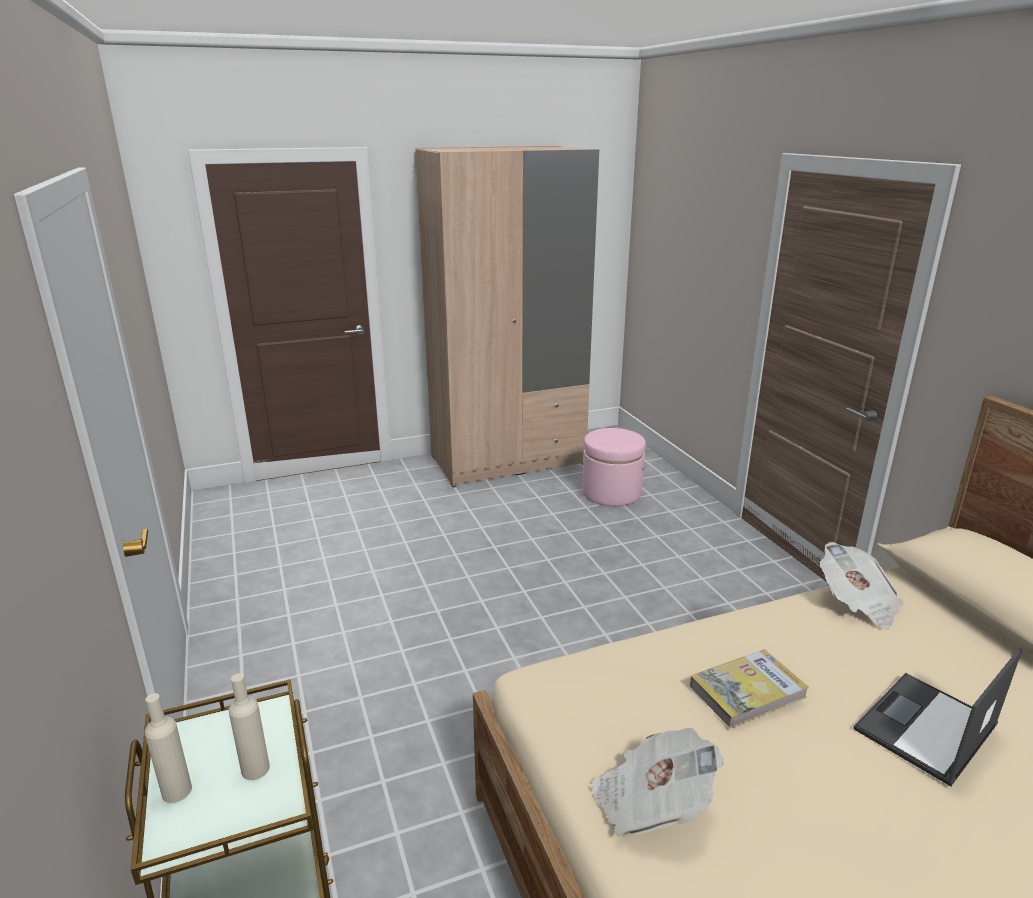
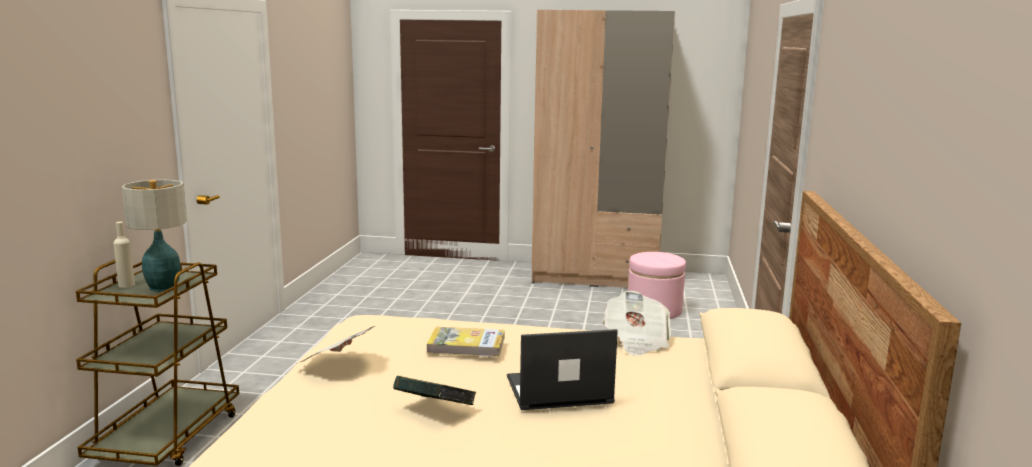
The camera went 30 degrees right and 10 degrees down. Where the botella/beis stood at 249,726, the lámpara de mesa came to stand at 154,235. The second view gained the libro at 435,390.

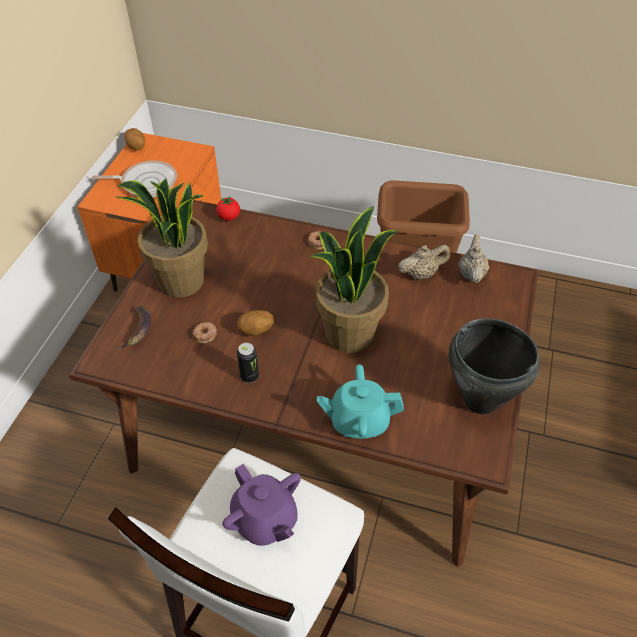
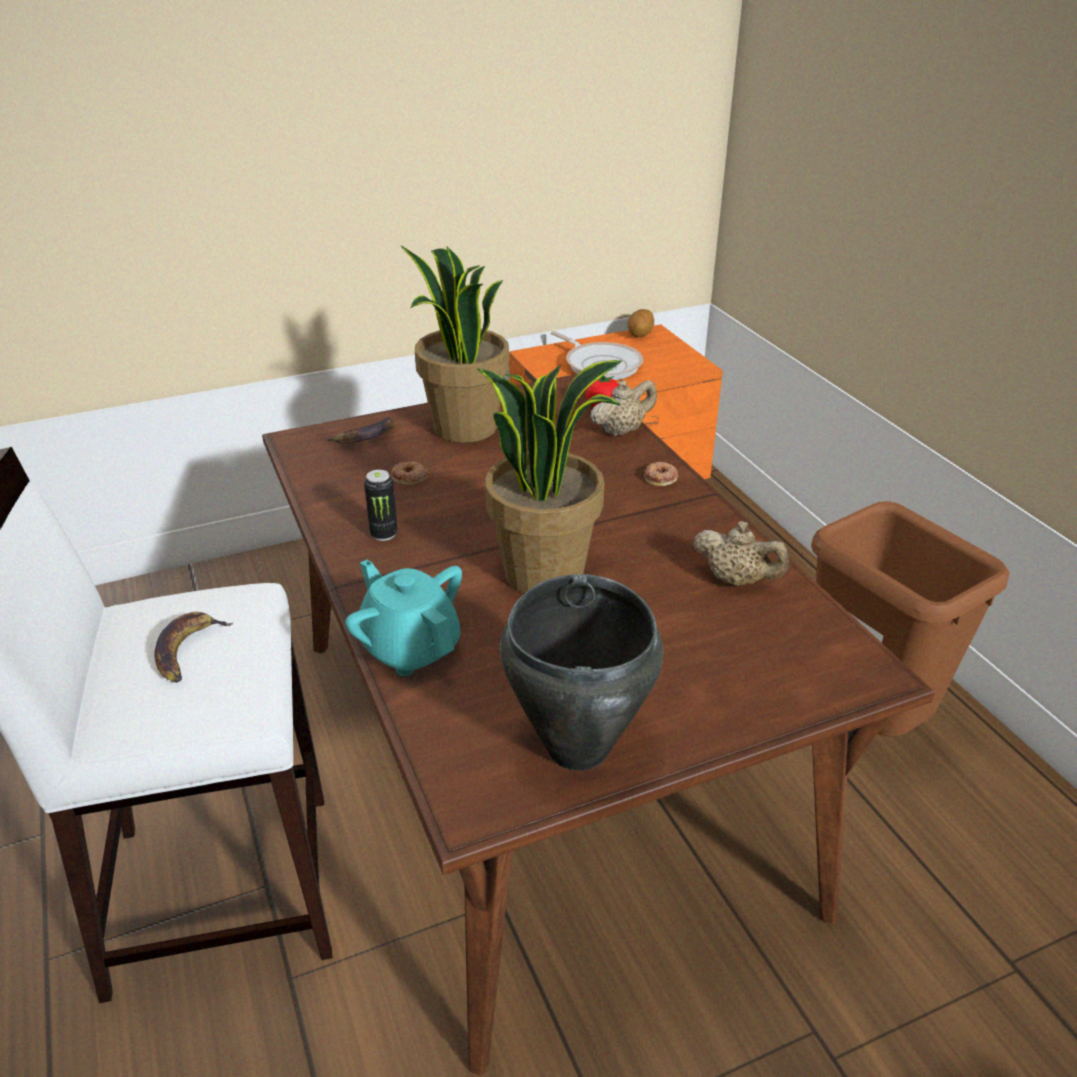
The camera went 50 degrees right and 15 degrees down. Where the tetera/morado stood at 261,505, the plátano came to stand at 194,647. The tetera/beis ended up elsewhere, having gone from 473,259 to 623,408. The second view lost the patata at 255,323.

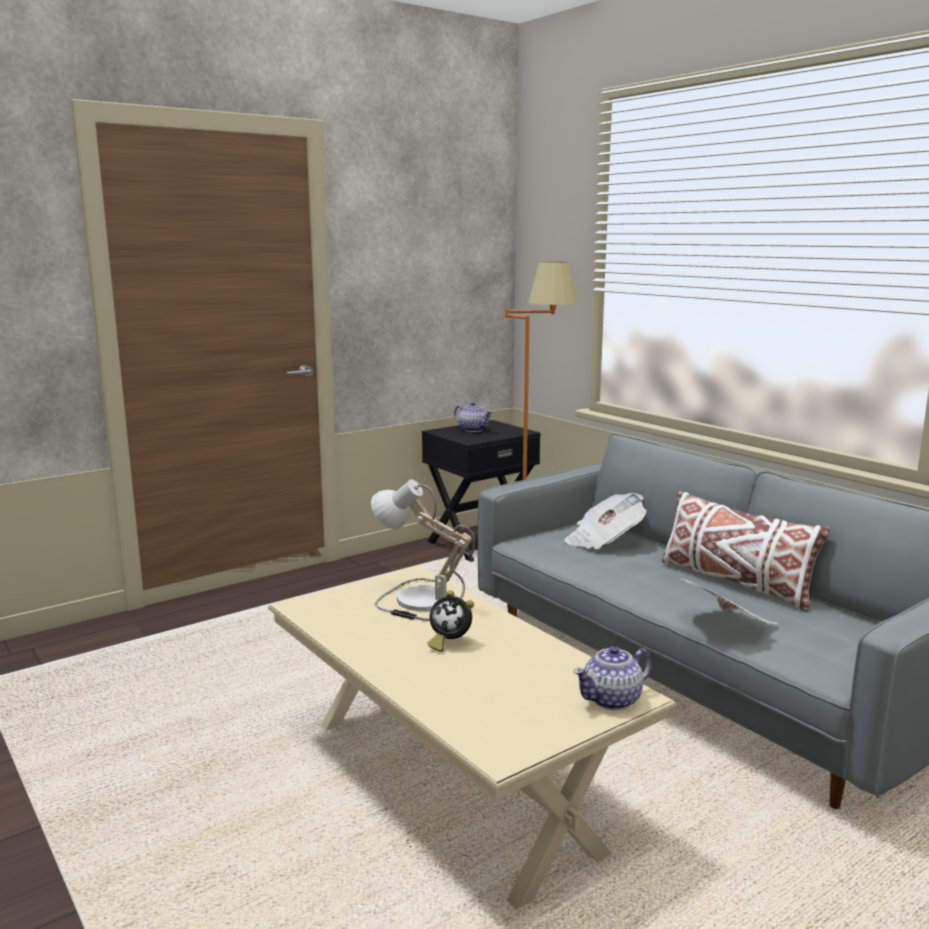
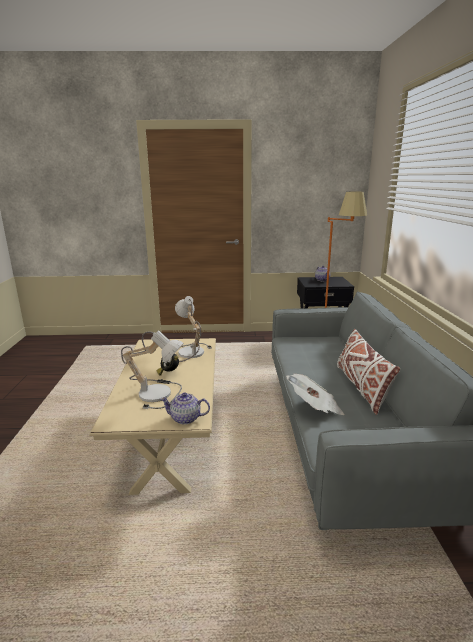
The camera went 35 degrees right and 5 degrees up. The second view gained the lámpara de mesa at 152,369. The second view lost the periódico at 605,521.

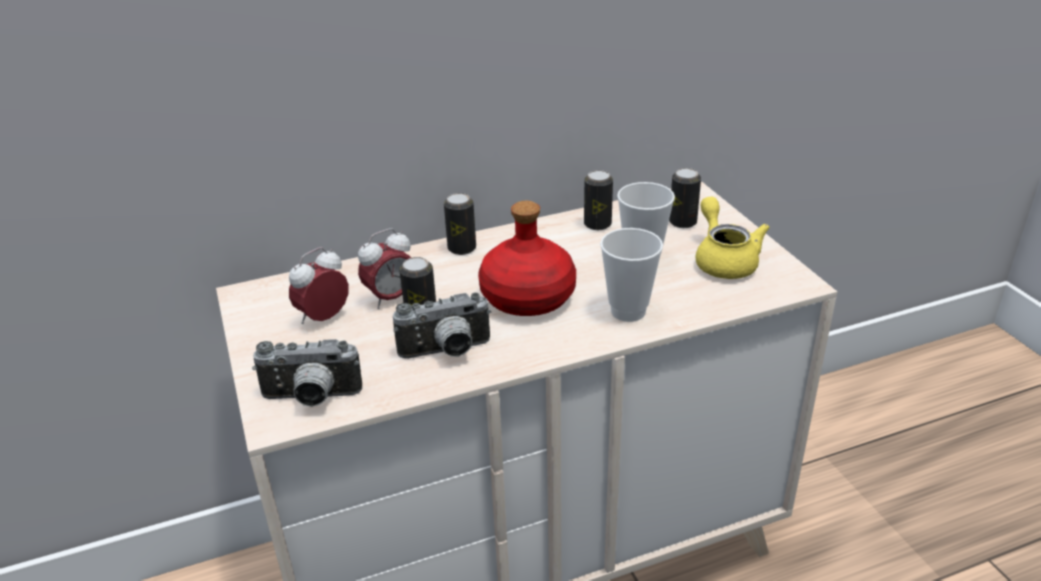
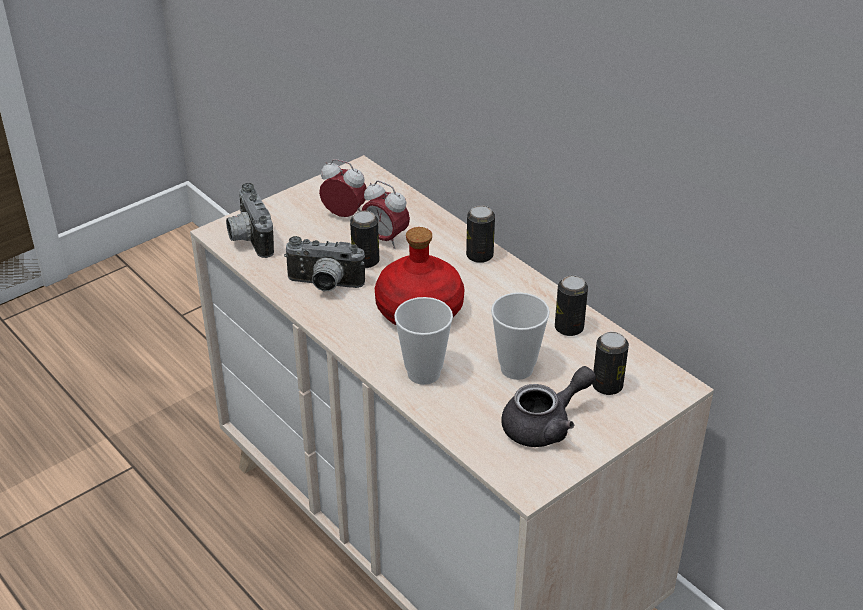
The camera went 70 degrees right and 5 degrees up. The cámara at 442,325 ended up facing another way, 45 degrees counterclockwise from before. What was the tetera/amarillo at 733,238 turned into the tetera/gris at 548,406.

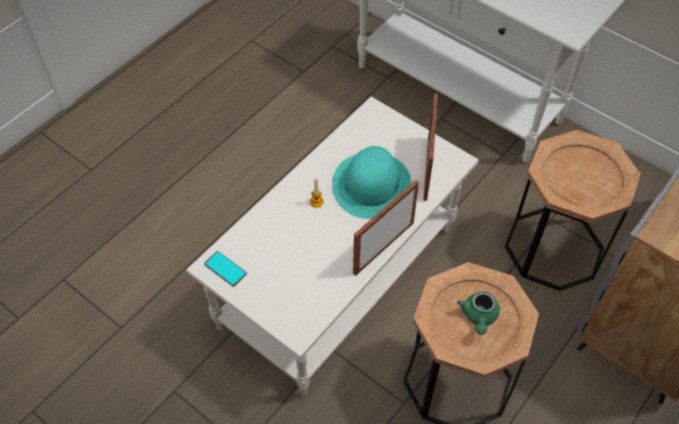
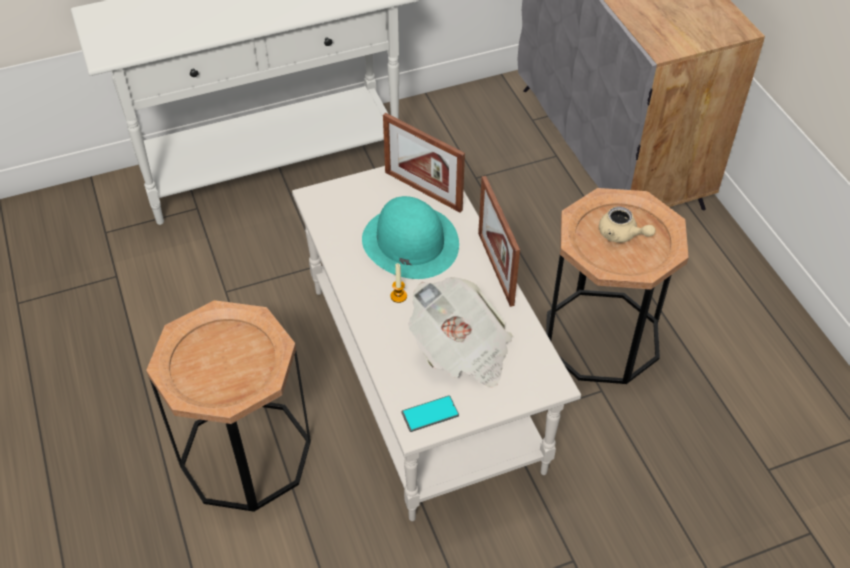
The camera went 60 degrees left and 5 degrees down. The mesa auxiliar/marrón ended up elsewhere, having gone from 573,210 to 228,406. The second view gained the periódico at 460,332. What was the tetera/verde at 478,313 turned into the tetera/beis at 627,224.

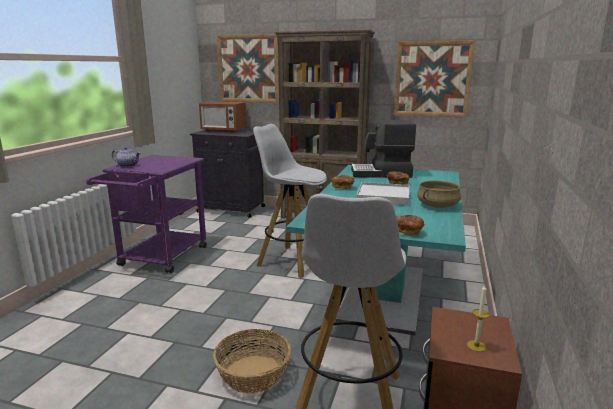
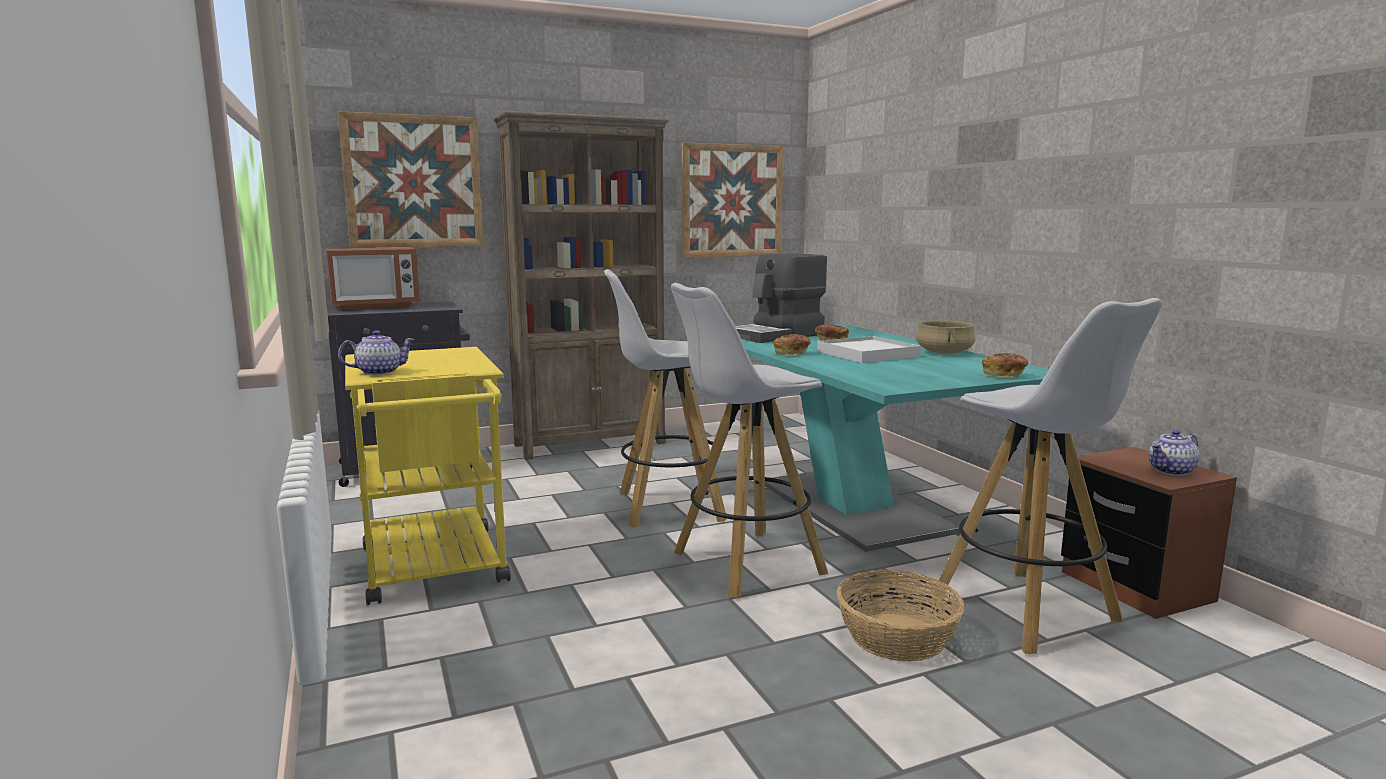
The camera went 40 degrees left and 5 degrees down. What was the carrito/morado at 146,214 turned into the carrito/amarillo at 428,476. The second view gained the taburete/blanco at 749,440. Where the vela stood at 478,318, the tetera came to stand at 1174,453.

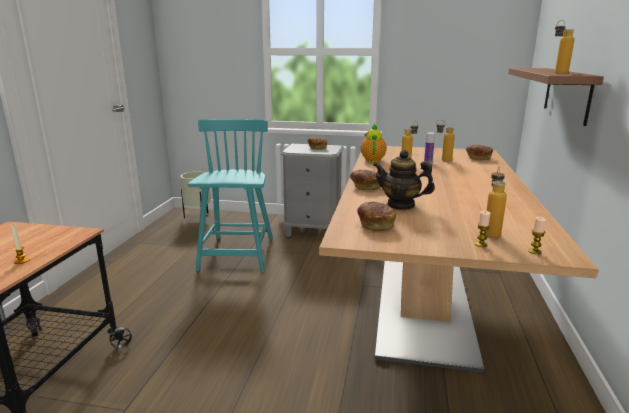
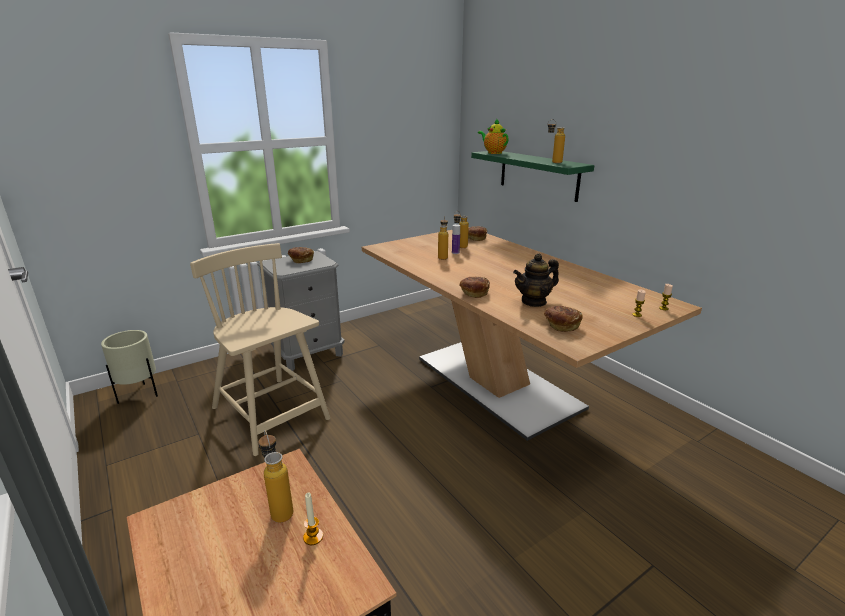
The camera went 45 degrees left and 5 degrees up. What was the silla/turquesa at 230,195 turned into the silla/beis at 260,349. The botella ended up elsewhere, having gone from 496,202 to 275,476. What was the estante/marrón at 556,97 turned into the estante/verde at 532,176. The tetera ended up elsewhere, having gone from 374,143 to 493,136.

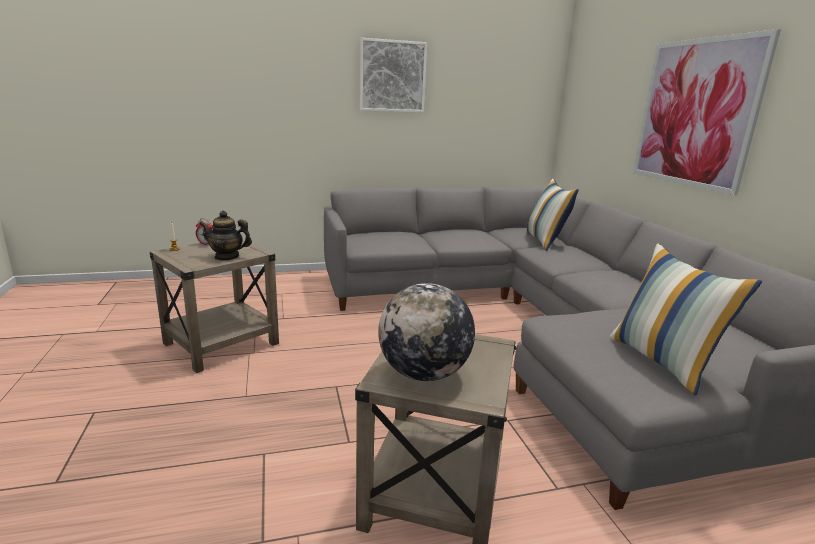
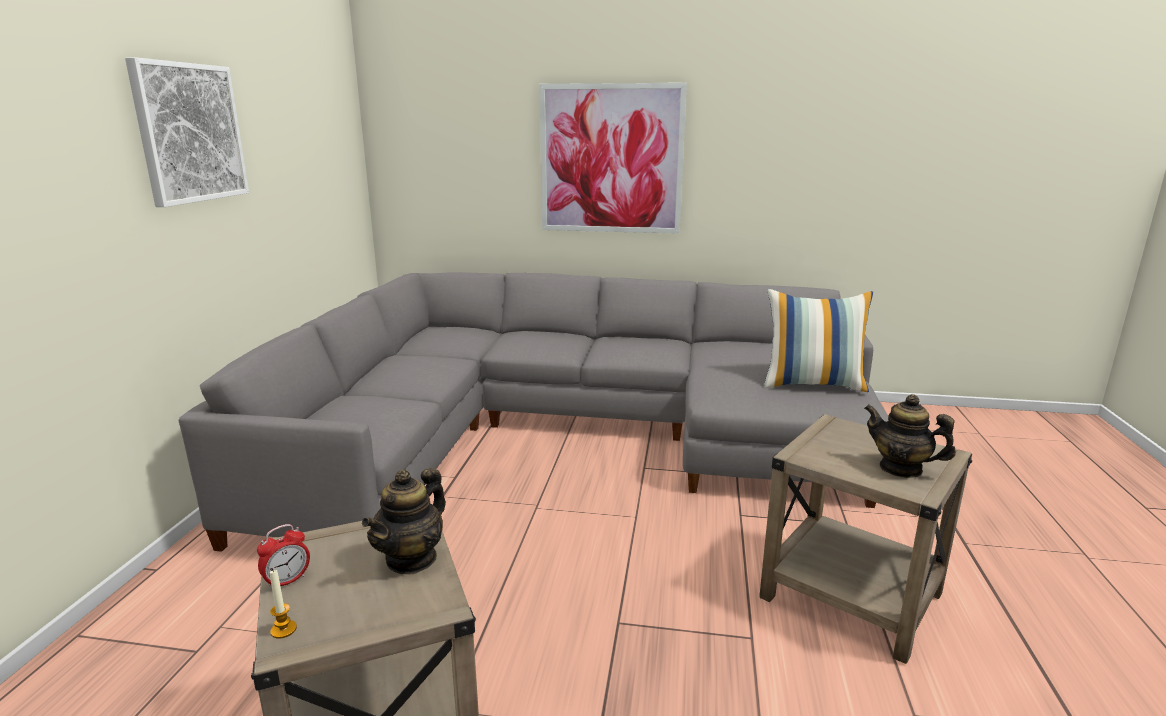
The camera went 65 degrees left and 0 degrees up. Where the globo terráqueo stood at 426,332, the tetera came to stand at 910,436. The second view lost the cojín at 552,215.

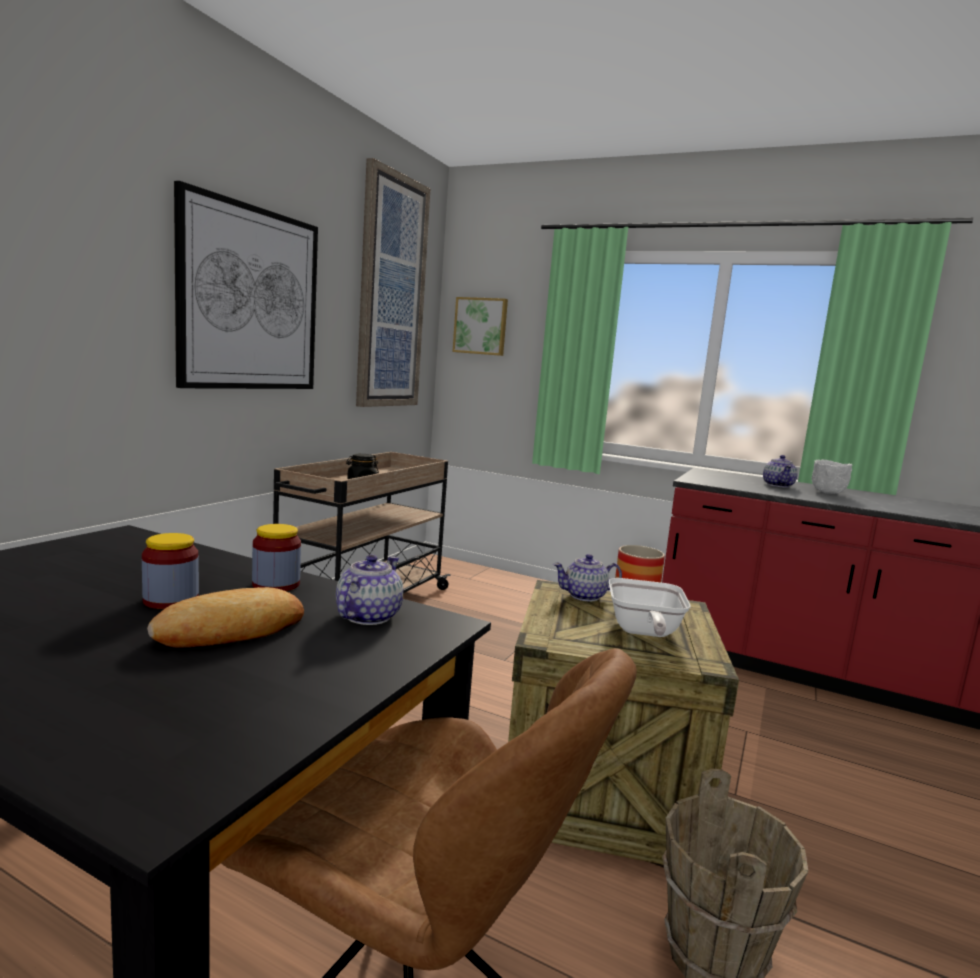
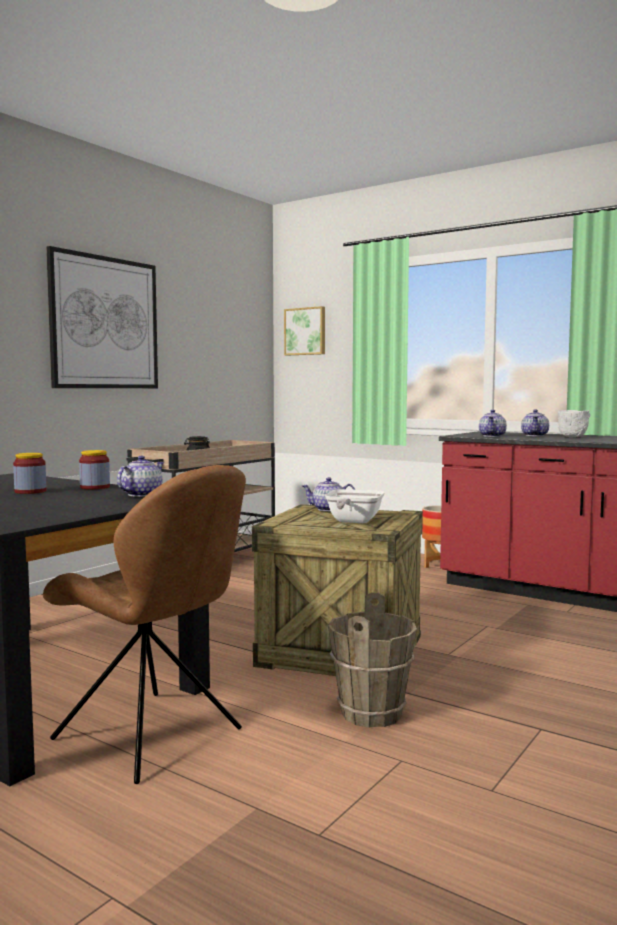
The camera went 10 degrees right and 5 degrees down. The second view gained the tetera at 493,423. The second view lost the pan at 225,617. The second view lost the cuadro at 393,282.

